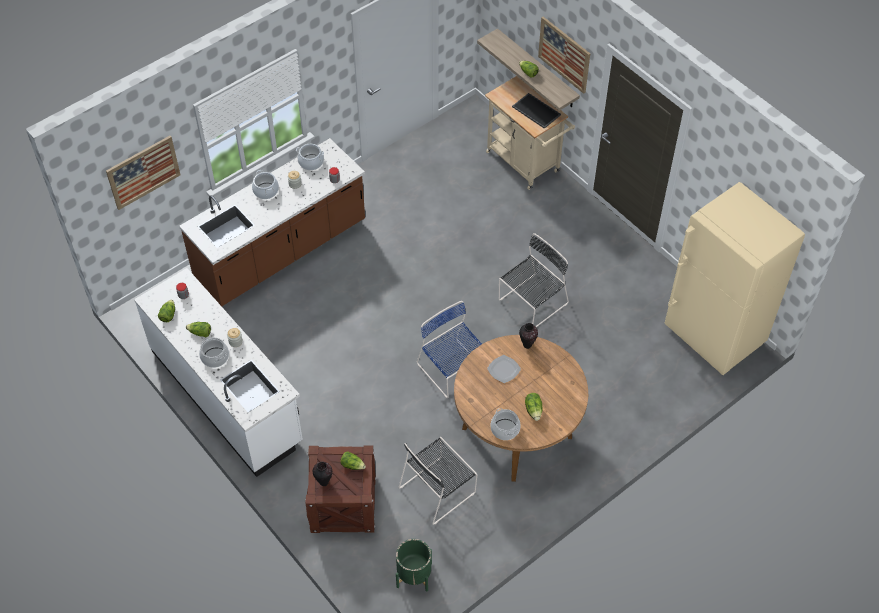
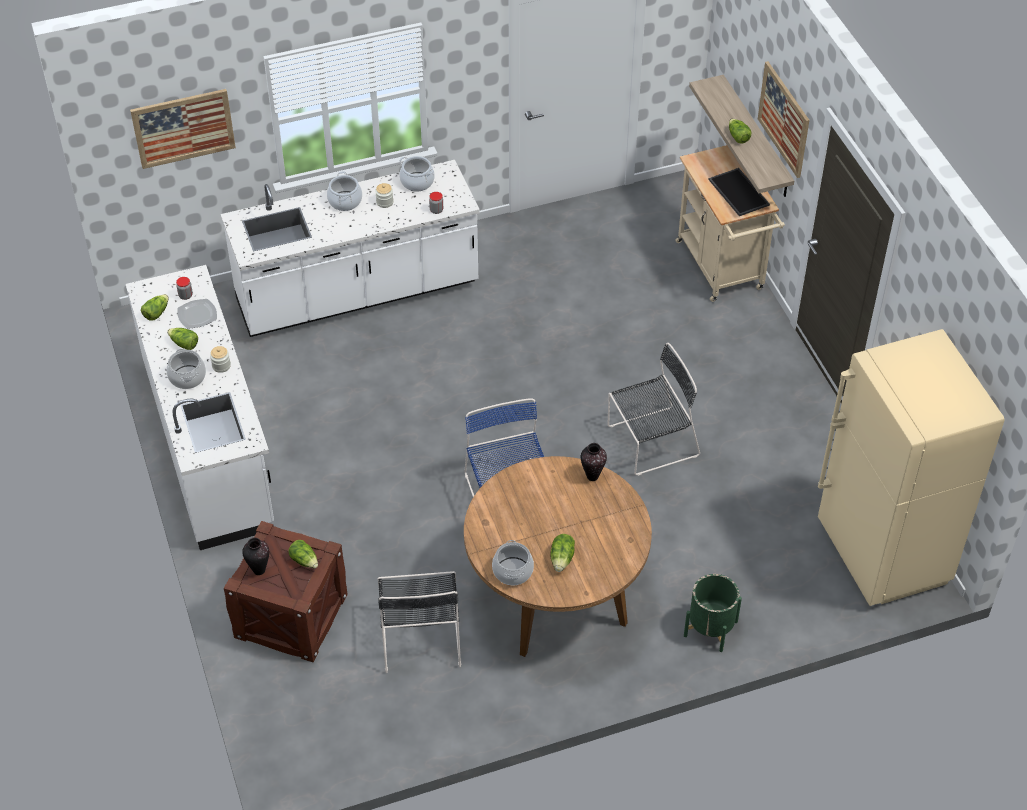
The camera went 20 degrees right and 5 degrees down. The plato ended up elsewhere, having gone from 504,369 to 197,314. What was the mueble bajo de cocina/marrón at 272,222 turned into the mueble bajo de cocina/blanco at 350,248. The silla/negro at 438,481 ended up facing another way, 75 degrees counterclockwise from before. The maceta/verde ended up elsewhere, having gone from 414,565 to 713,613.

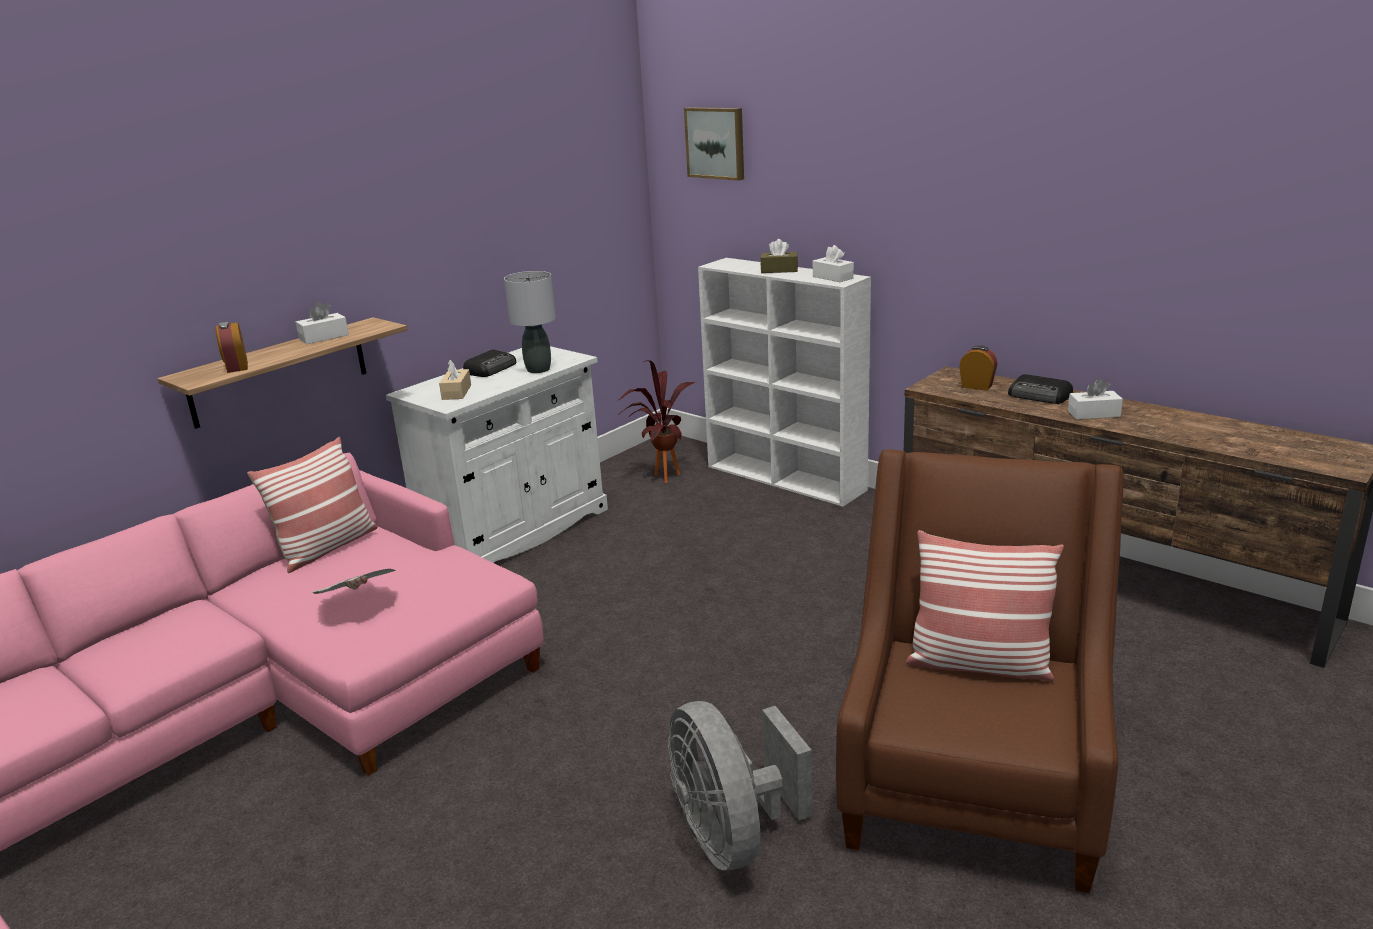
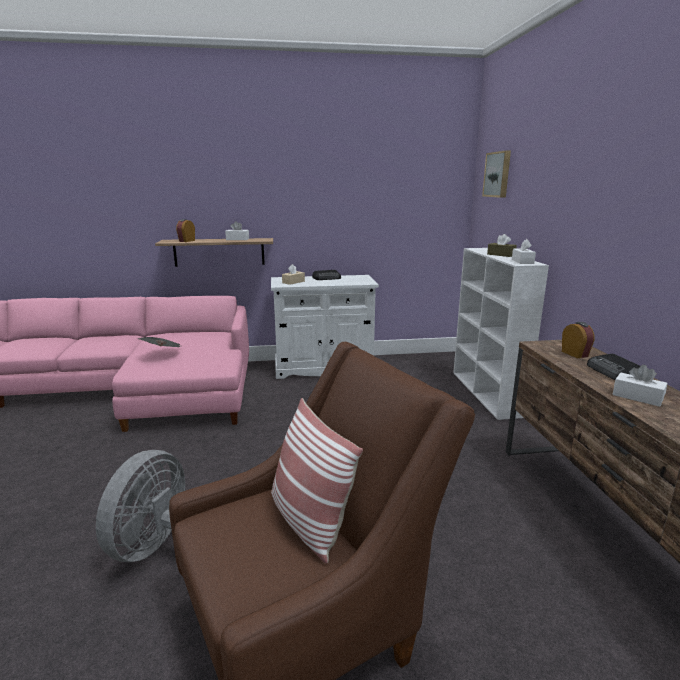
The camera went 40 degrees right and 5 degrees down. The second view lost the cojín at 312,505. The second view lost the lámpara de mesa/gris at 530,322. The second view lost the planta en maceta at 656,421.

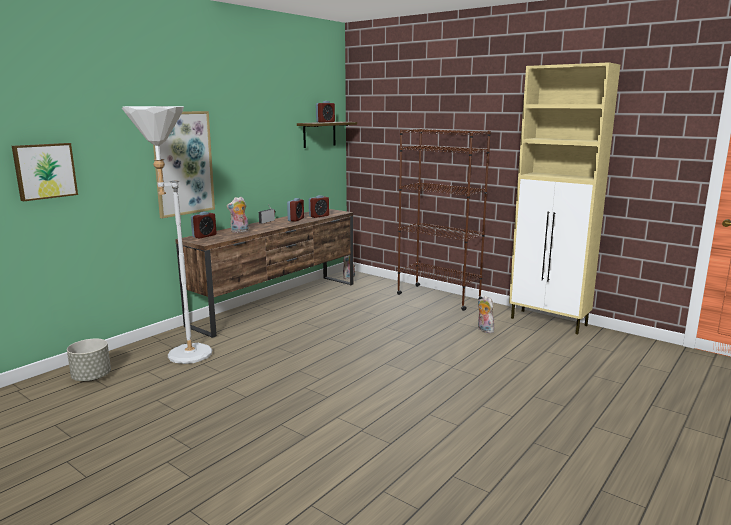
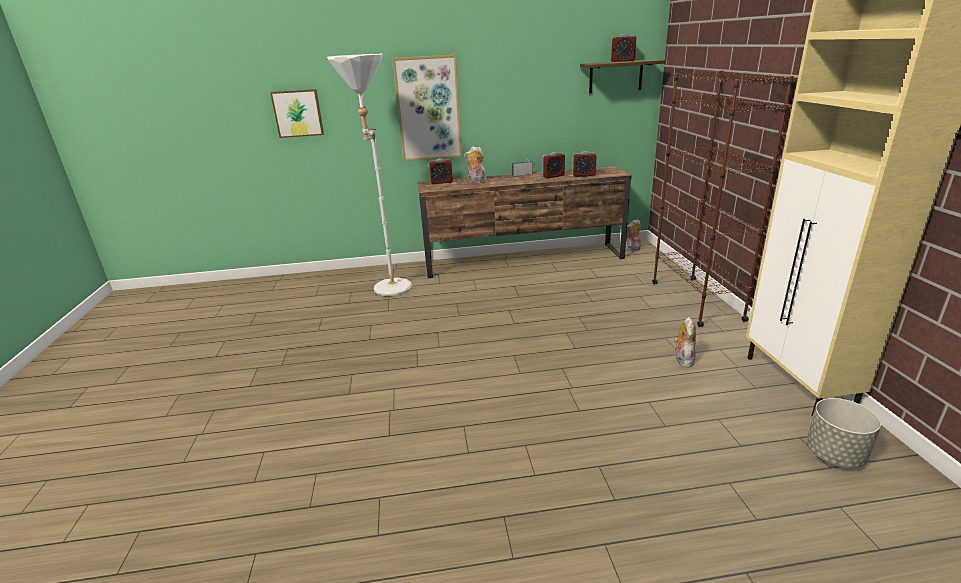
The camera went 45 degrees right and 10 degrees up. The maceta/gris ended up elsewhere, having gone from 89,360 to 843,433.

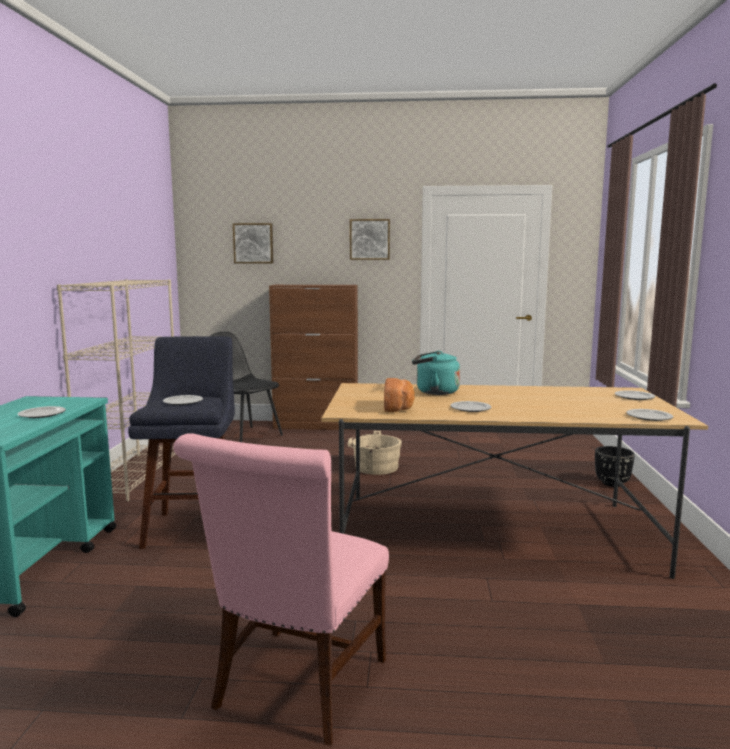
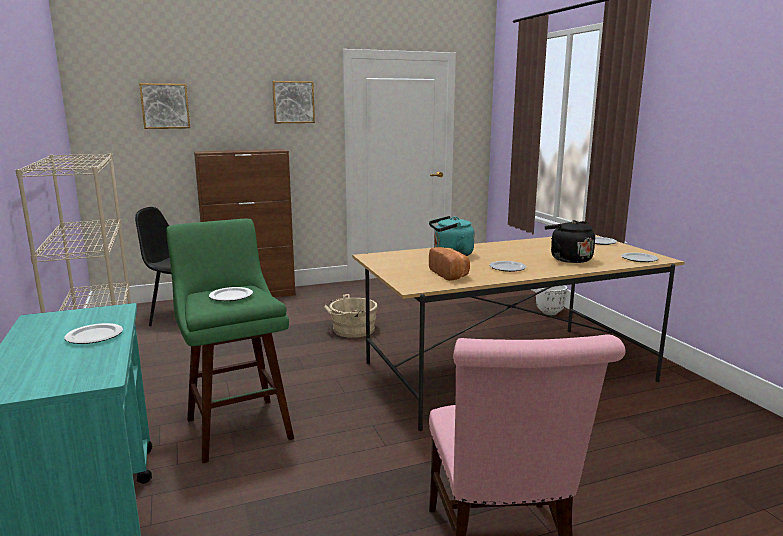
The camera went 25 degrees left and 5 degrees up. What was the taburete/azul at 181,442 turned into the taburete/verde at 230,341. What was the maceta/negro at 615,466 turned into the maceta/blanco at 552,300. The second view gained the hervidor/negro at 570,241.

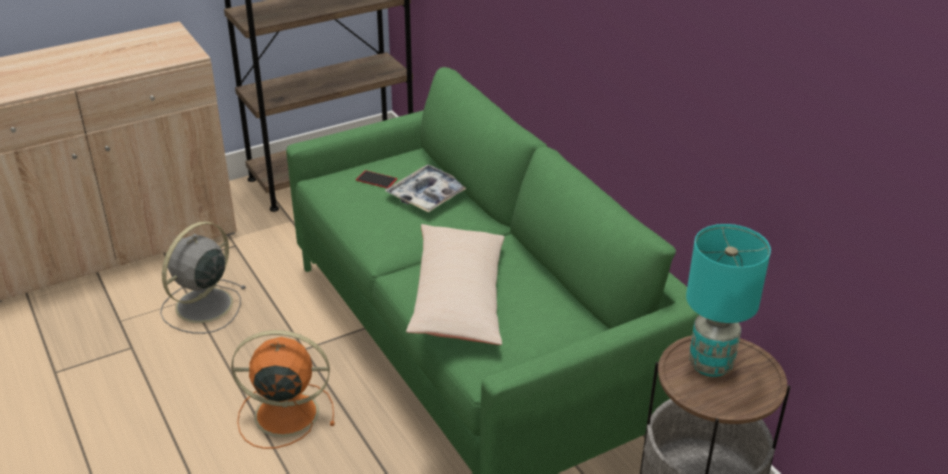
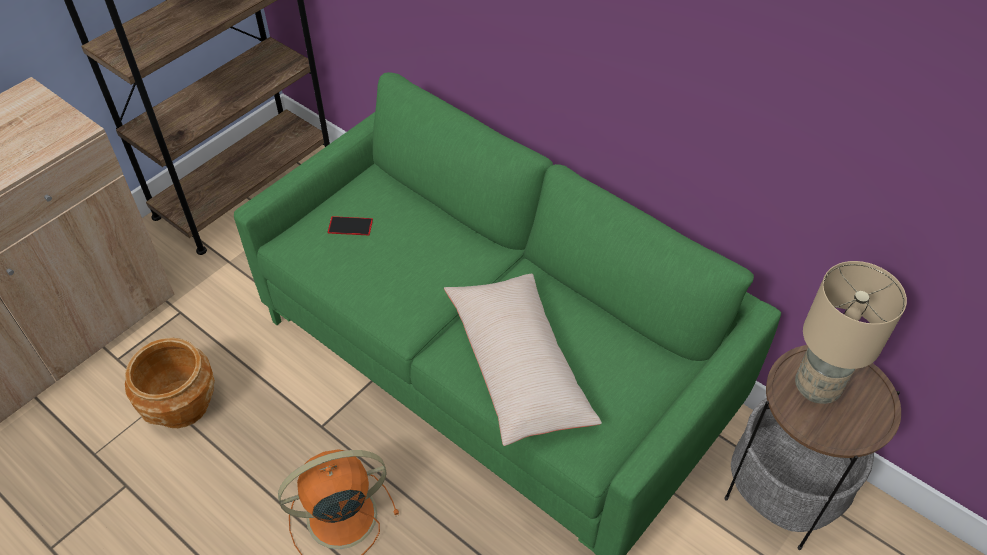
The camera went 20 degrees left and 15 degrees up. Where the ventilador/gris stood at 203,277, the maceta/marrón came to stand at 170,383. What was the lámpara de mesa/turquesa at 728,300 turned into the lámpara de mesa/beis at 851,332. The second view lost the bandeja at 425,188.

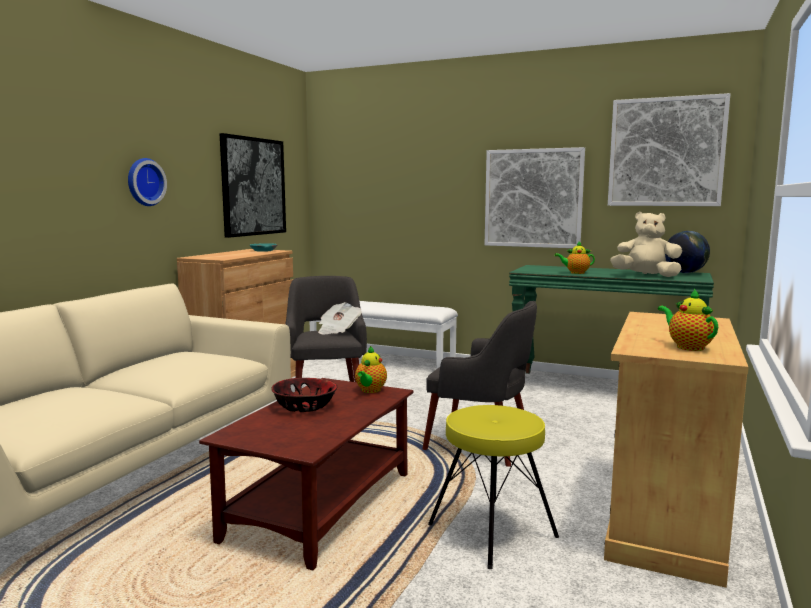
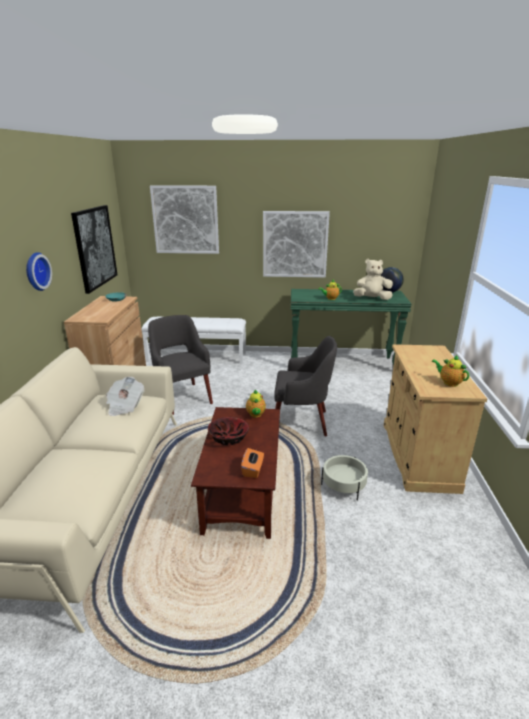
The camera went 20 degrees left and 15 degrees up. The periódico ended up elsewhere, having gone from 340,318 to 125,396. The cuadro ended up elsewhere, having gone from 669,149 to 184,219. The second view gained the caja de pañuelos/naranja at 252,463. Where the taburete/amarillo stood at 493,487, the maceta/beis came to stand at 344,478.

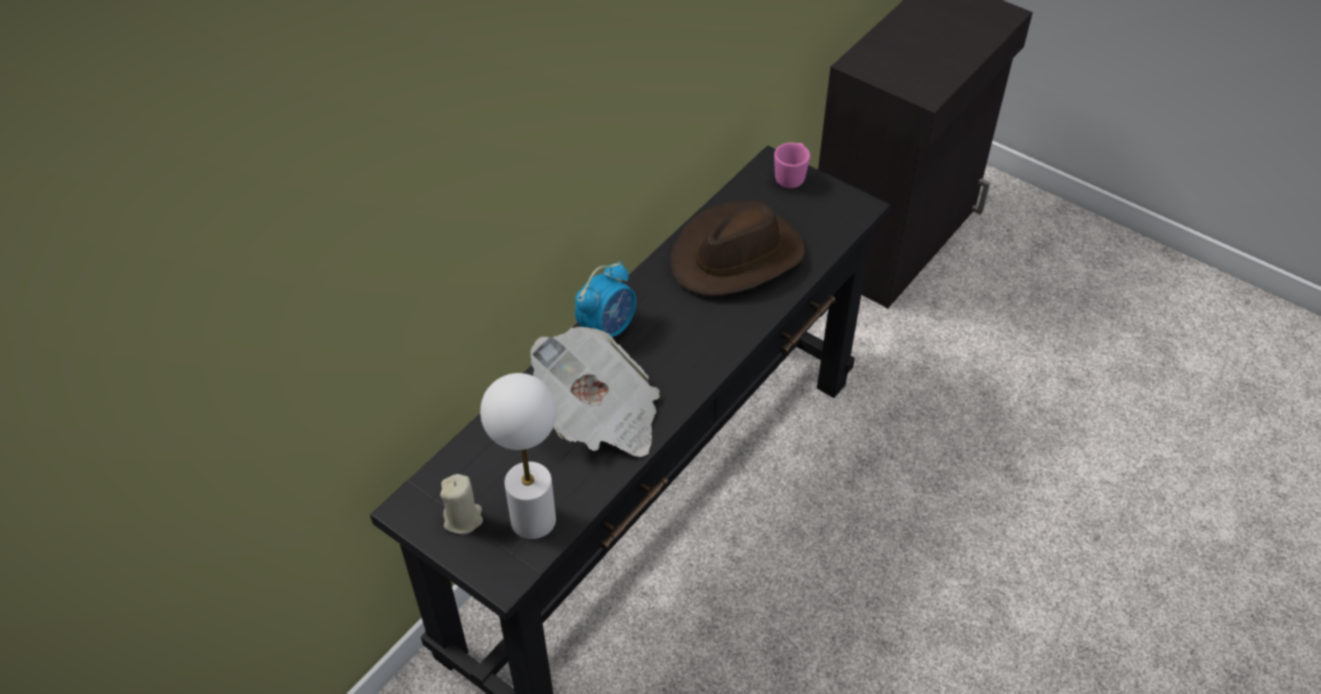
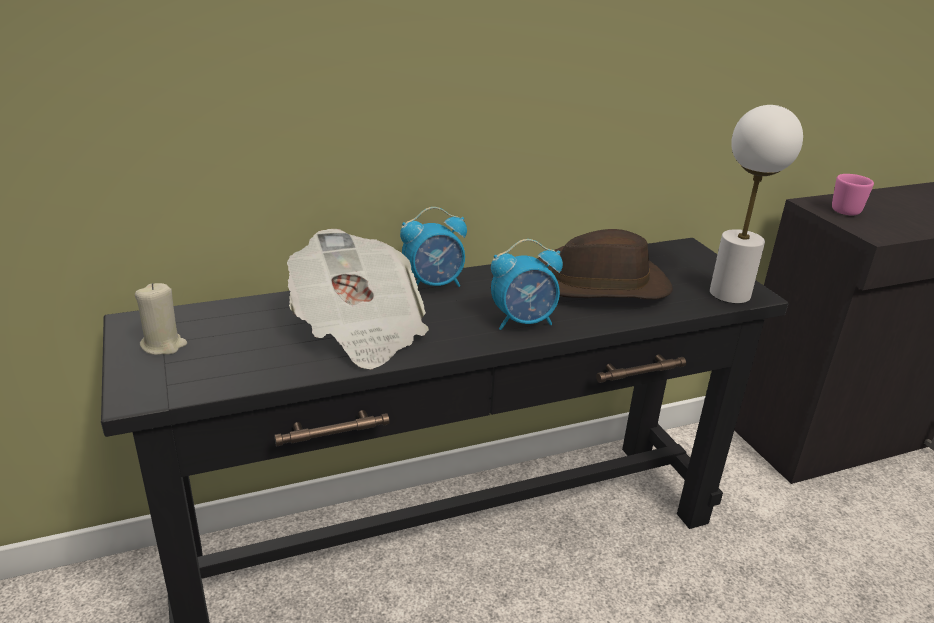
The camera went 30 degrees right and 20 degrees down. The second view gained the despertador at 527,284. The lámpara de mesa/blanco ended up elsewhere, having gone from 518,456 to 756,204. The taza grande/rosa ended up elsewhere, having gone from 792,165 to 853,194.

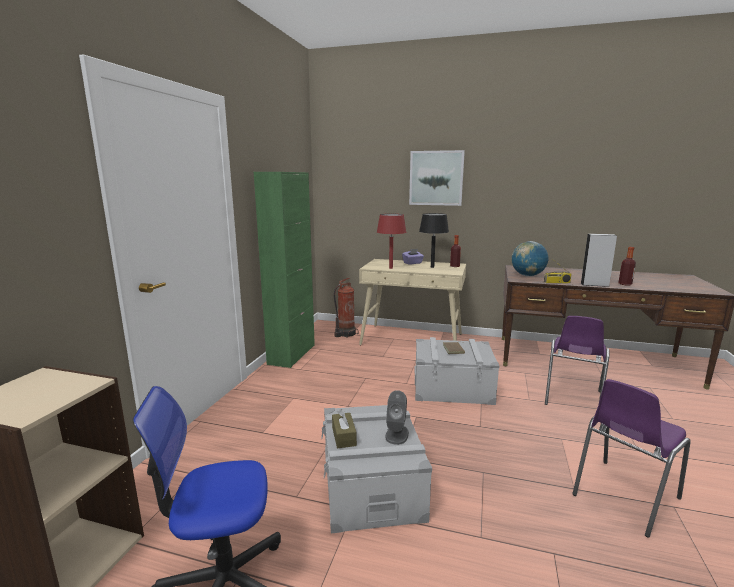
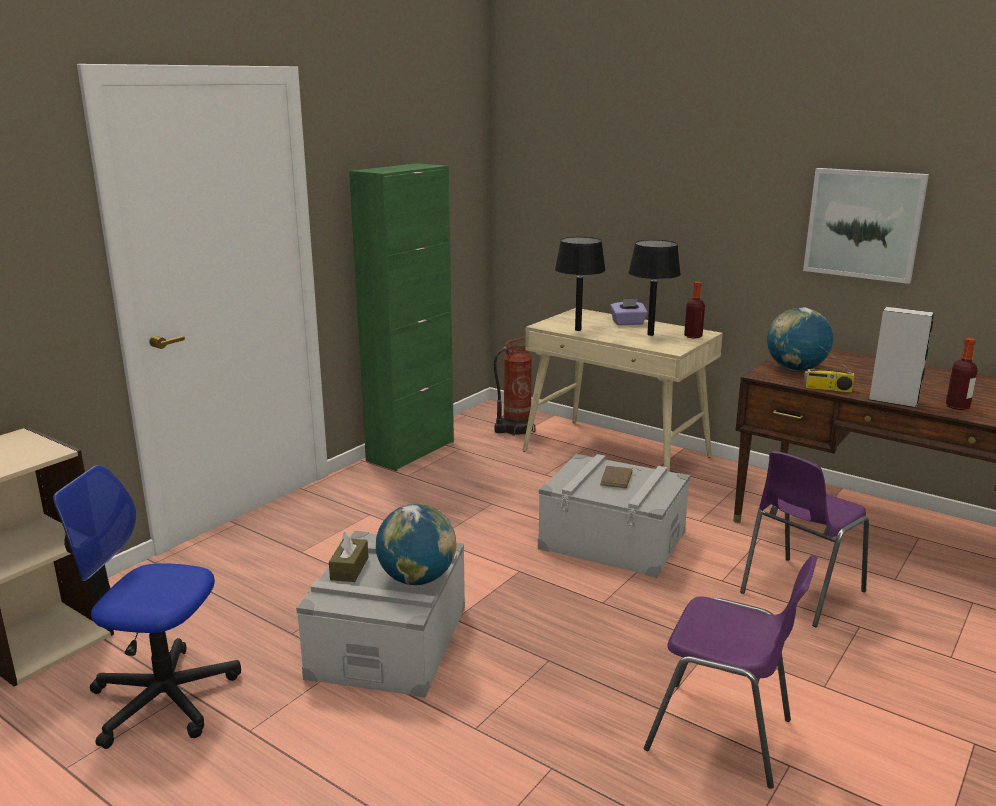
The camera went 20 degrees right and 5 degrees up. Where the altavoz/gris stood at 397,417, the globo terráqueo came to stand at 416,544. What was the lámpara de mesa/rojo at 392,241 turned into the lámpara de mesa/negro at 580,284. The silla/morado at 631,458 ended up facing another way, 135 degrees counterclockwise from before. The cuadro ended up elsewhere, having gone from 437,178 to 866,226.

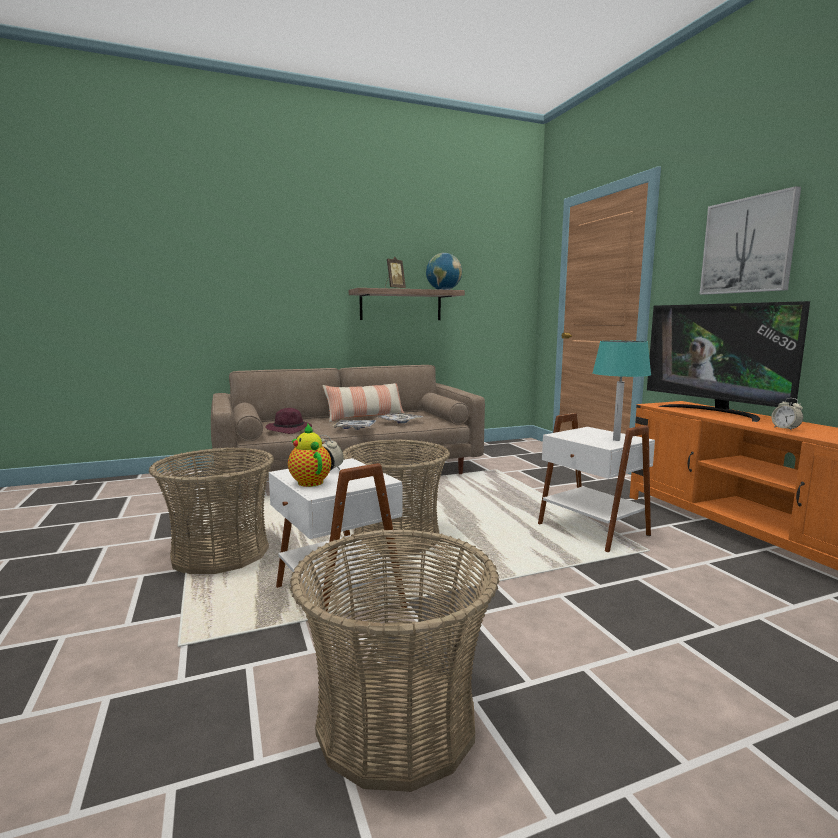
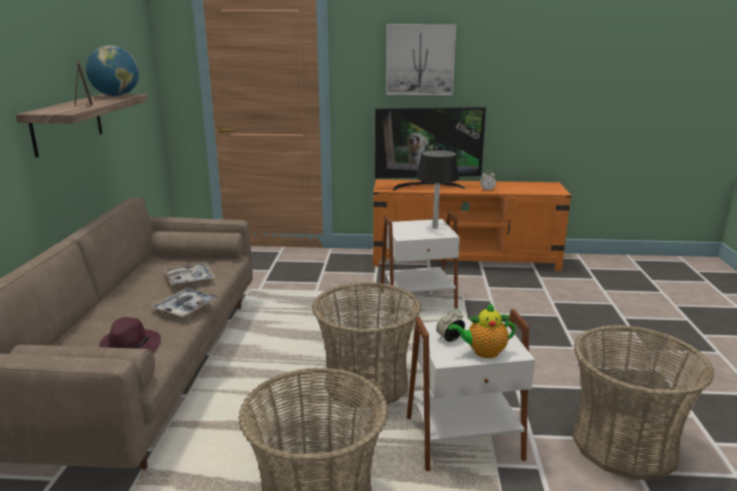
The camera went 65 degrees left and 10 degrees up. What was the lámpara de mesa/turquesa at 621,391 turned into the lámpara de mesa/negro at 437,189. The second view lost the cojín at 363,402.

